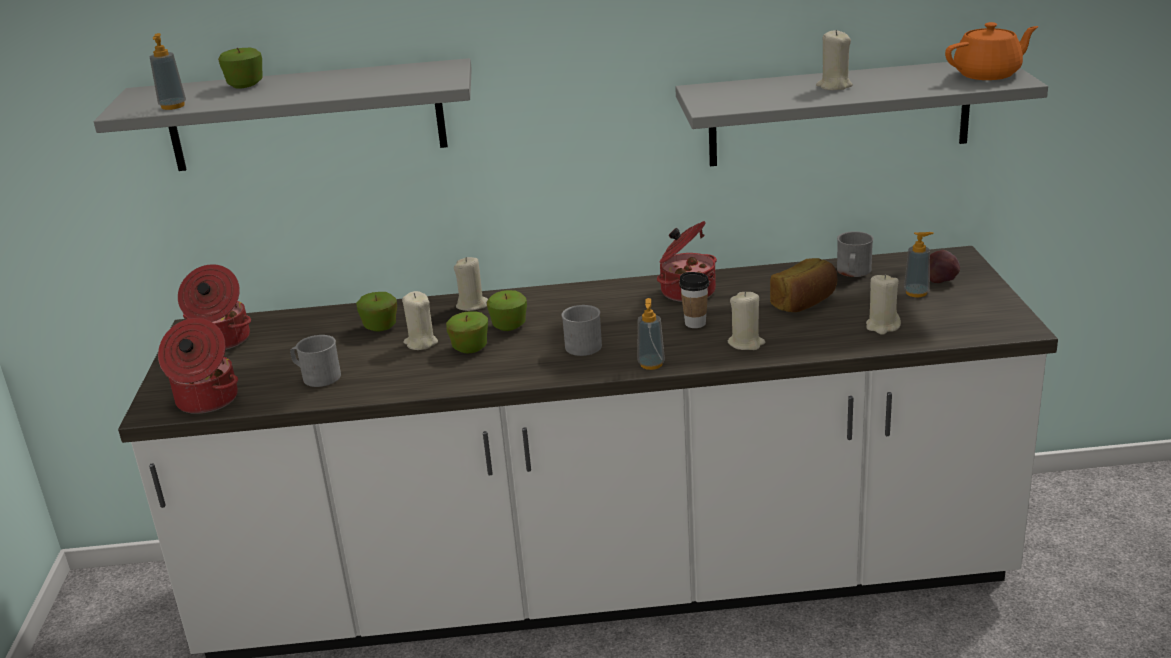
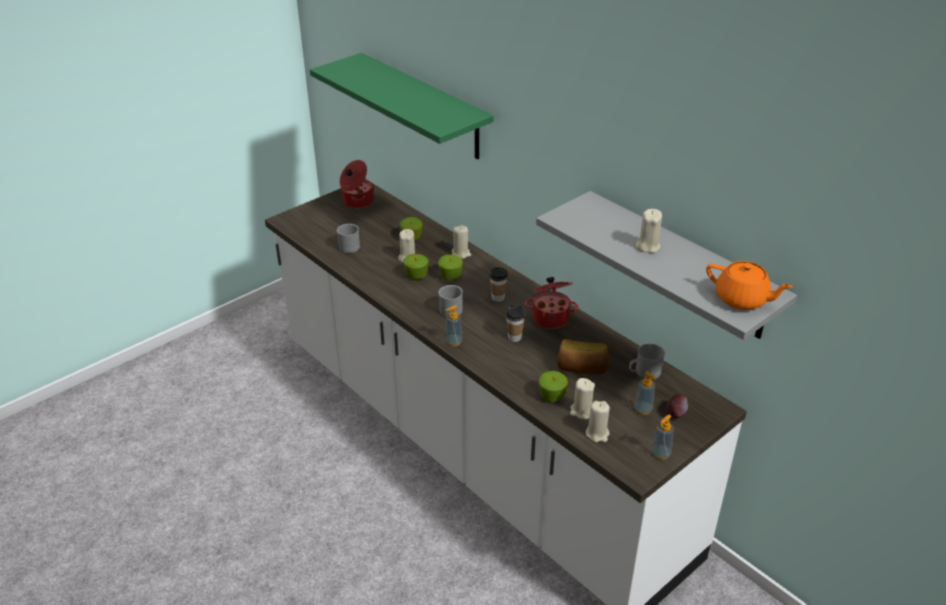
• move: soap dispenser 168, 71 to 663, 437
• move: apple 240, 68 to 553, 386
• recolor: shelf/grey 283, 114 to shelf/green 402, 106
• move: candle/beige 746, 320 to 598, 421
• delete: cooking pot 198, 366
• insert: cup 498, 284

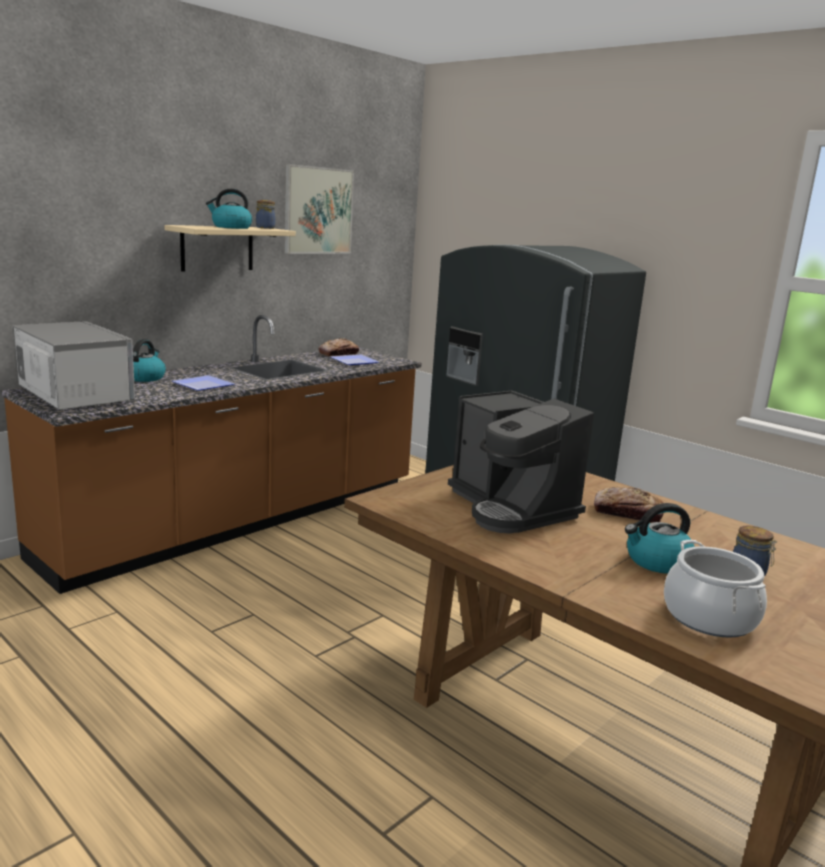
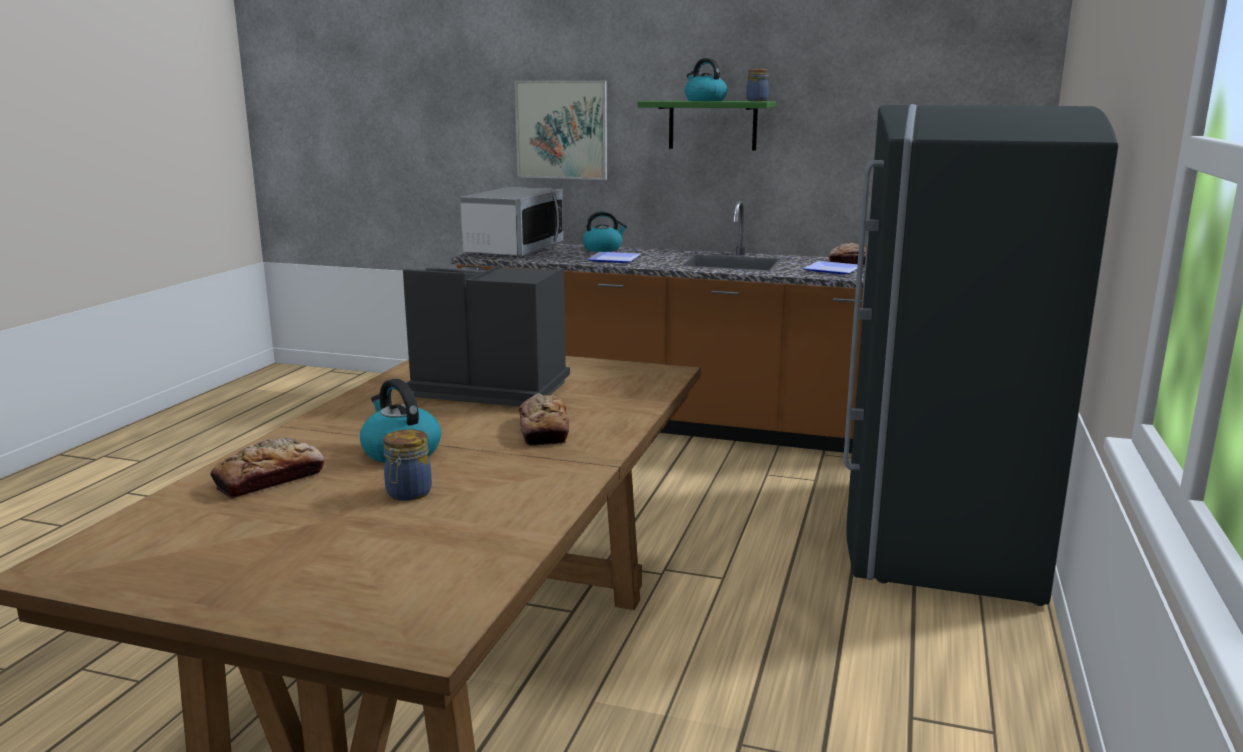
• move: picture 319, 209 to 560, 130
• recolor: shelf/beige 230, 248 to shelf/green 706, 125
• rotate: coffee machine 521, 462 = 486, 336 75 degrees clockwise
• replace: cooking pot 715, 589 to bread 268, 468

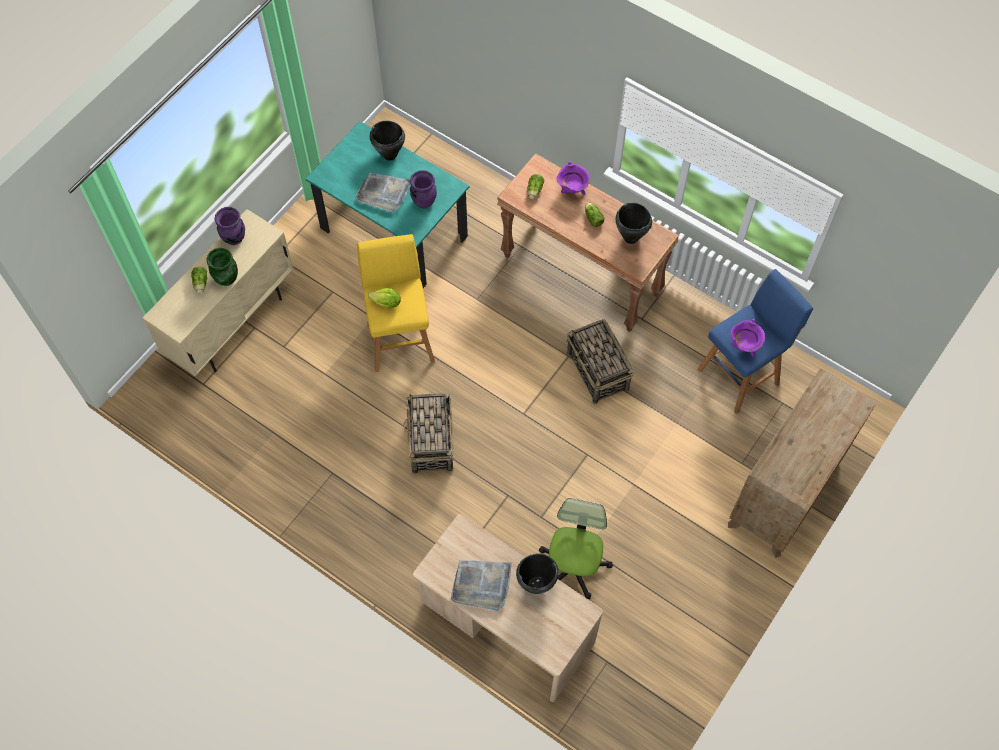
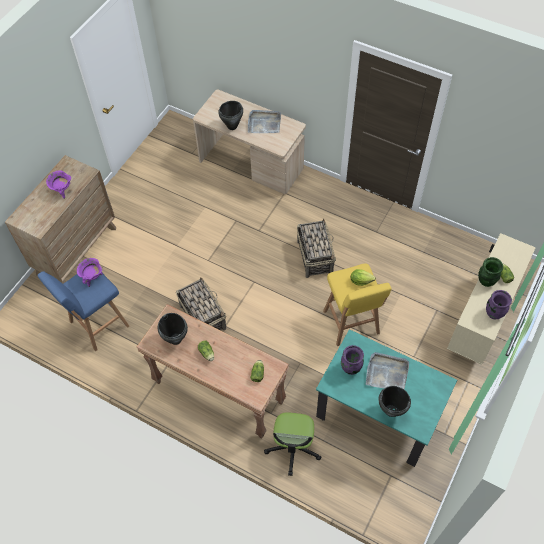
• move: cooking pot/purple 573, 178 to 58, 184
• move: office chair 576, 548 to 292, 444

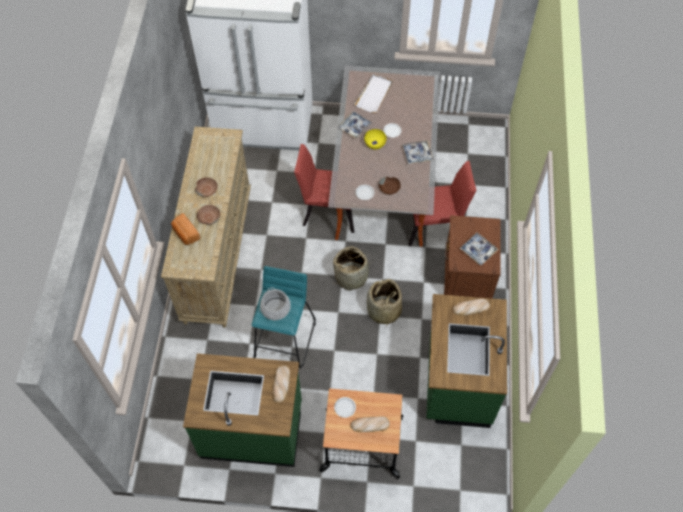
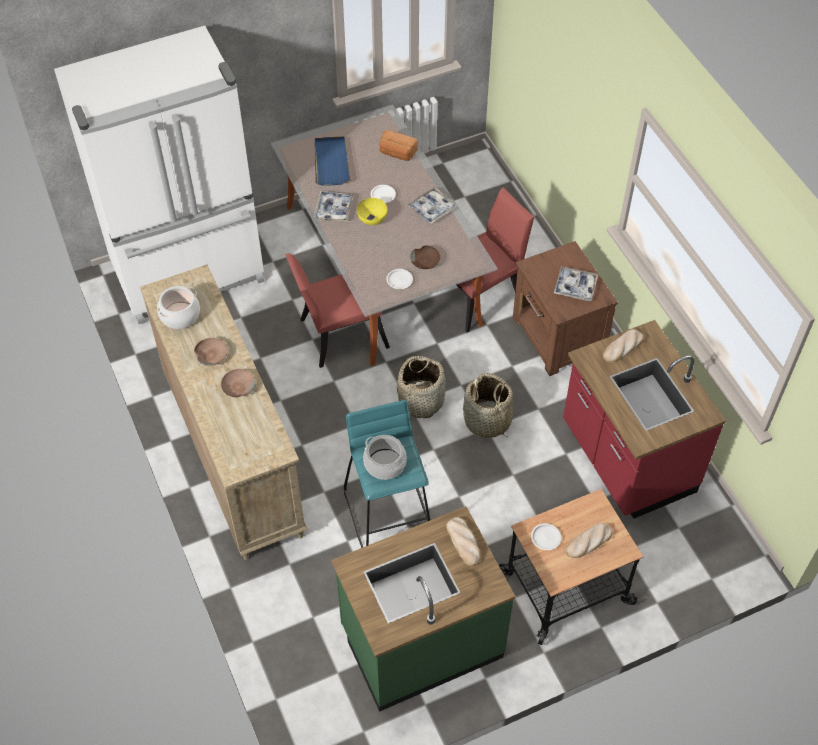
• recolor: tray/white 373, 93 to tray/blue 333, 161
• move: bread 186, 229 to 398, 145
• recolor: counter/green 466, 361 to counter/red 644, 419
• insert: cooking pot 178, 307

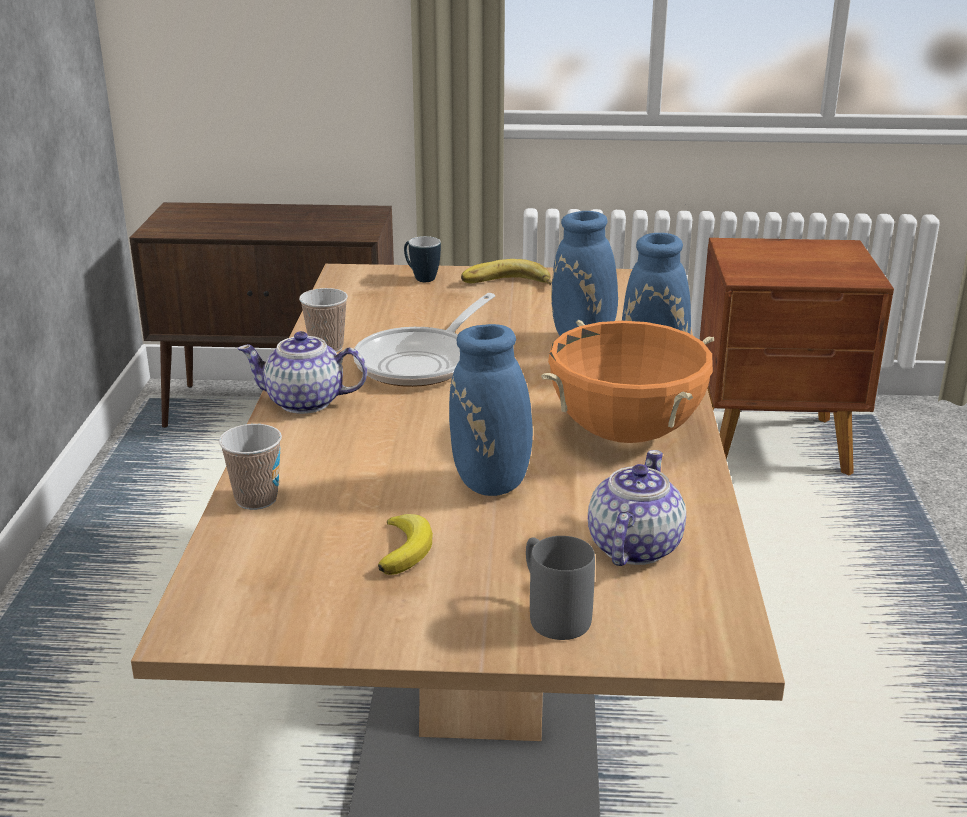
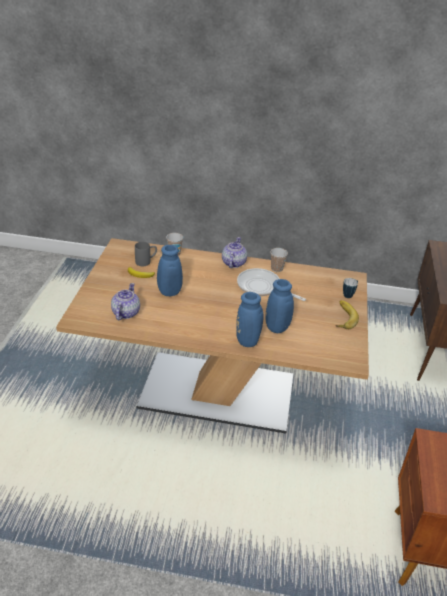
• delete: cooking pot/orange 627, 381
• rotate: teapot 637, 508 = 125, 301 105 degrees counterclockwise
• move: mug/grey 560, 588 to 146, 254

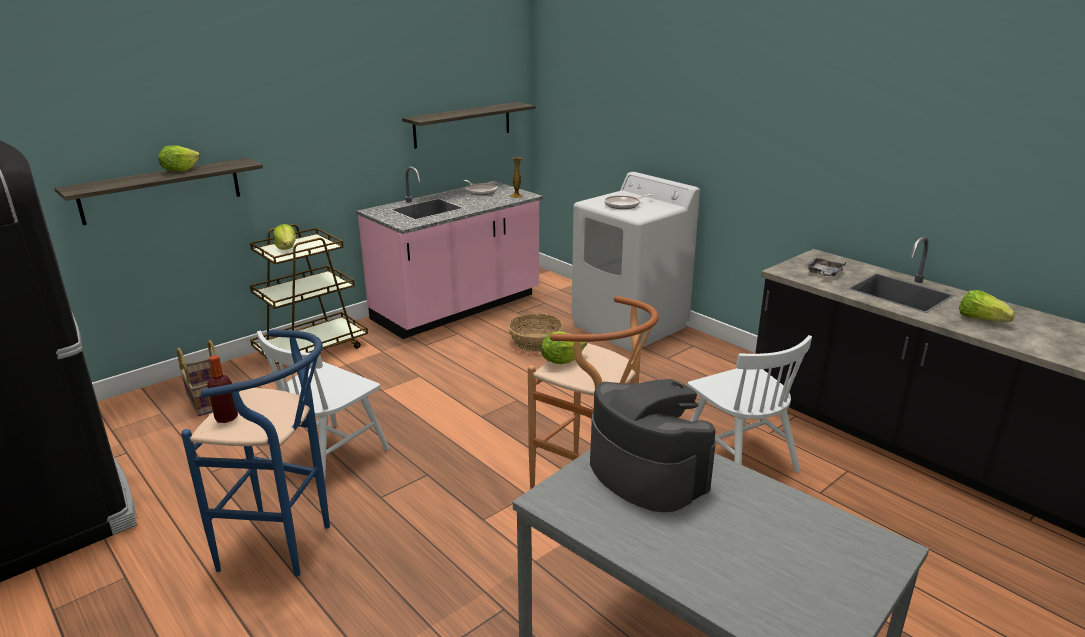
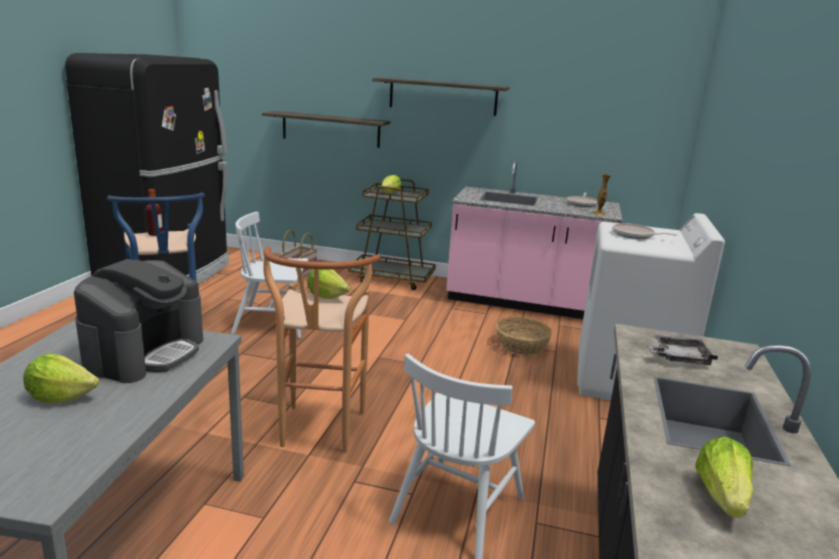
• move: shelf 468, 125 to 441, 96
• move: lettuce 179, 158 to 61, 378

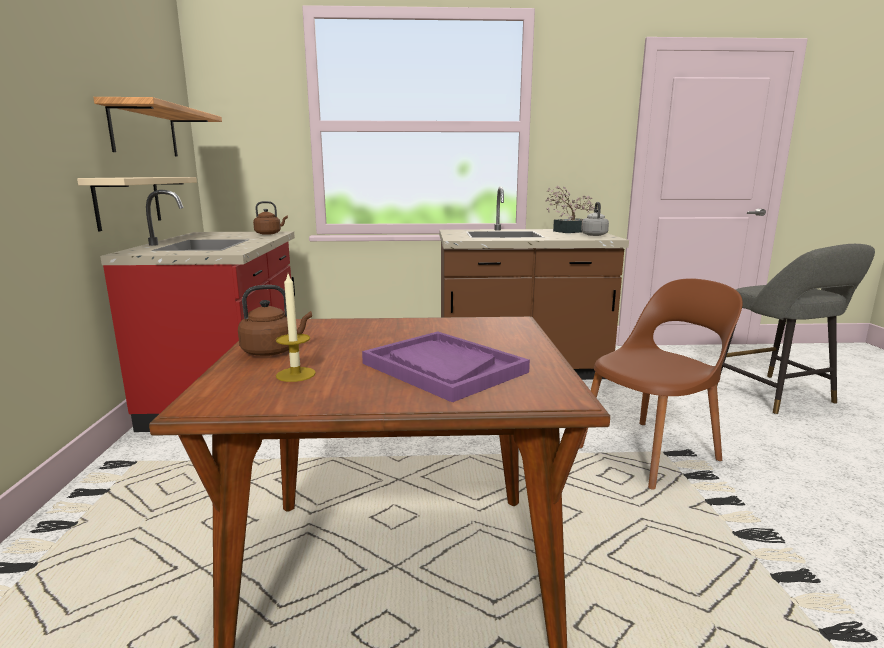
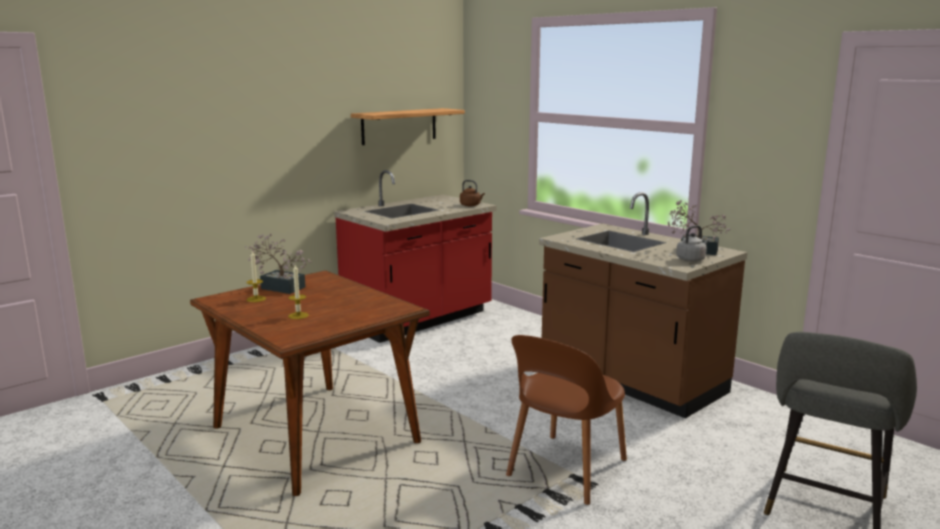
• delete: shelf/beige 137, 204
• rotate: chair/brown 661, 384 = 566, 420 105 degrees clockwise
• replace: kettle/brown 275, 320 to potted plant 278, 264
• replace: tray/purple 446, 366 to candle 298, 292

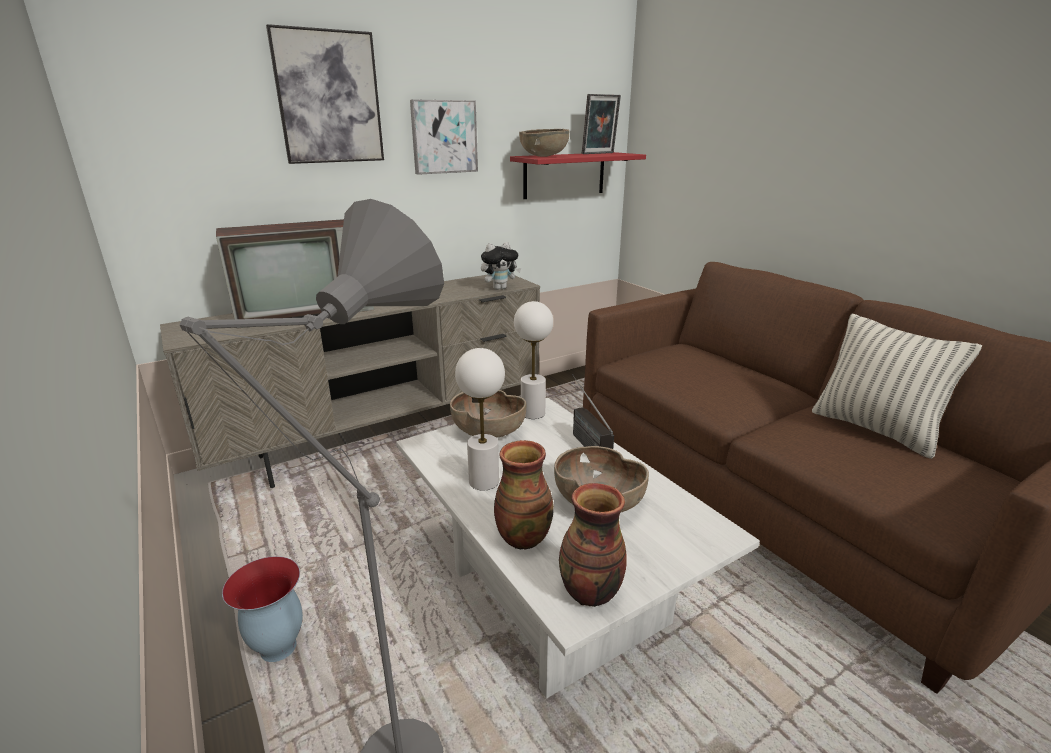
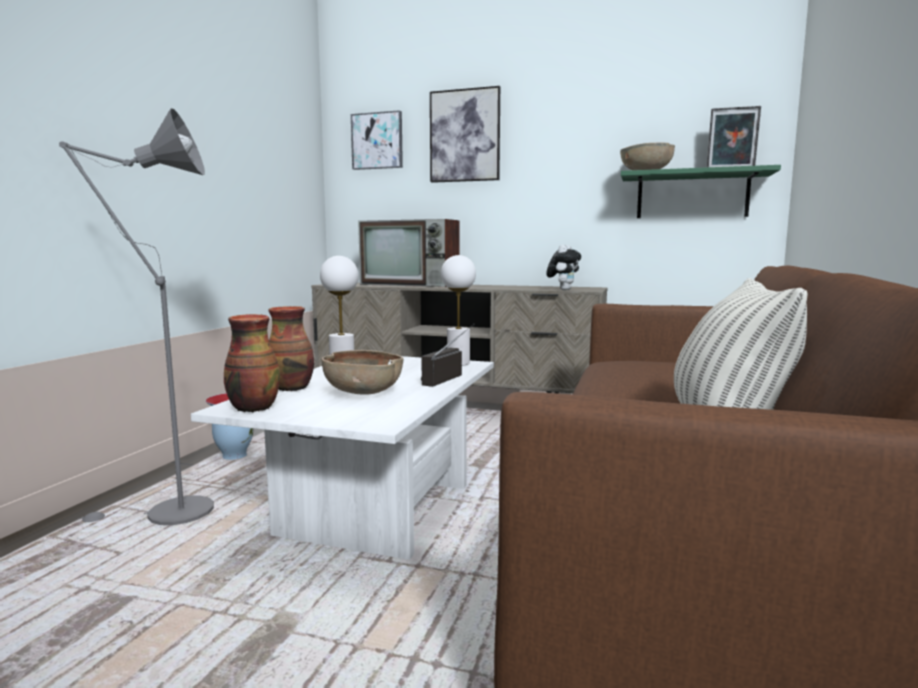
• move: picture 444, 137 to 377, 140
• recolor: shelf/red 578, 175 to shelf/green 701, 191
• rotate: plush toy 501, 266 = 563, 267 90 degrees counterclockwise
• delete: bowl/brown 488, 414

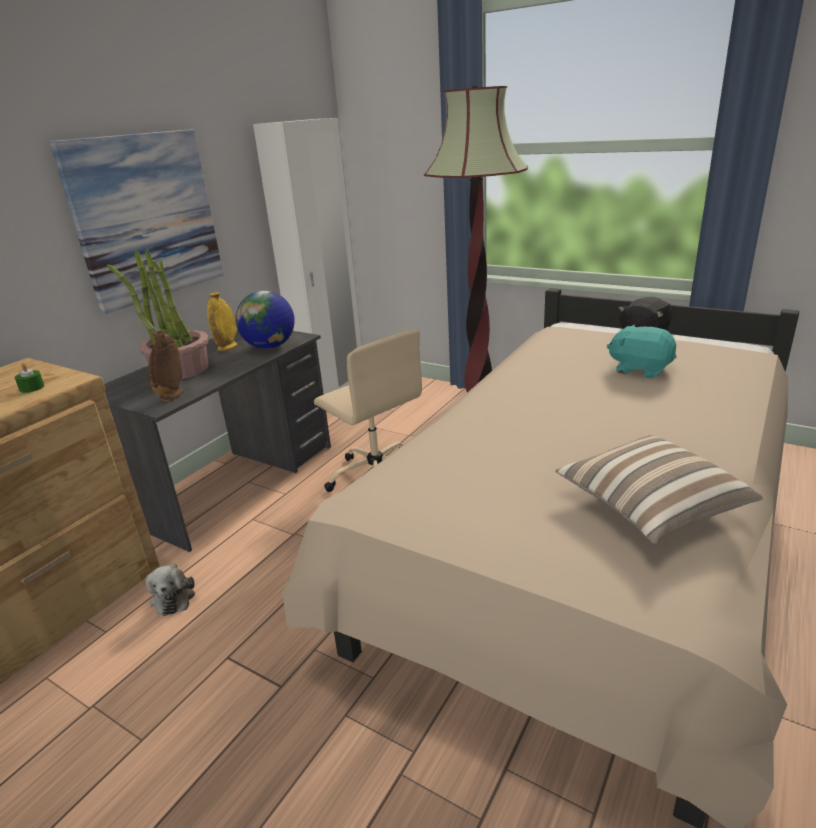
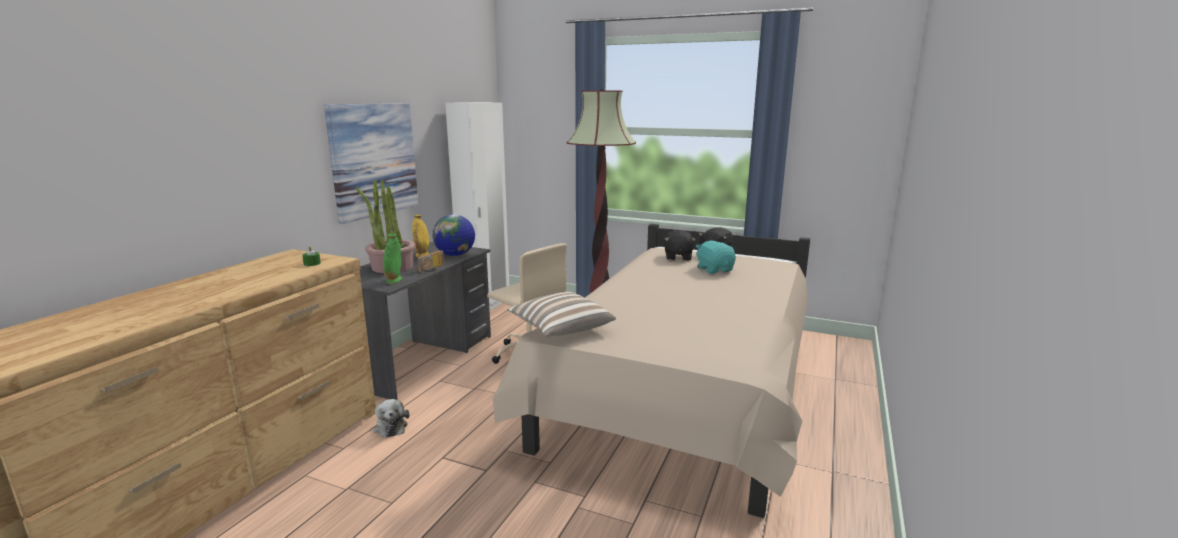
• rotate: plush toy/turquoise 641, 351 = 716, 257 45 degrees clockwise
• recolor: vase/brown 166, 366 to vase/green 393, 259
• move: pillow 659, 489 to 561, 314
• insert: plush toy/black 680, 245
• insert: radio 430, 261

